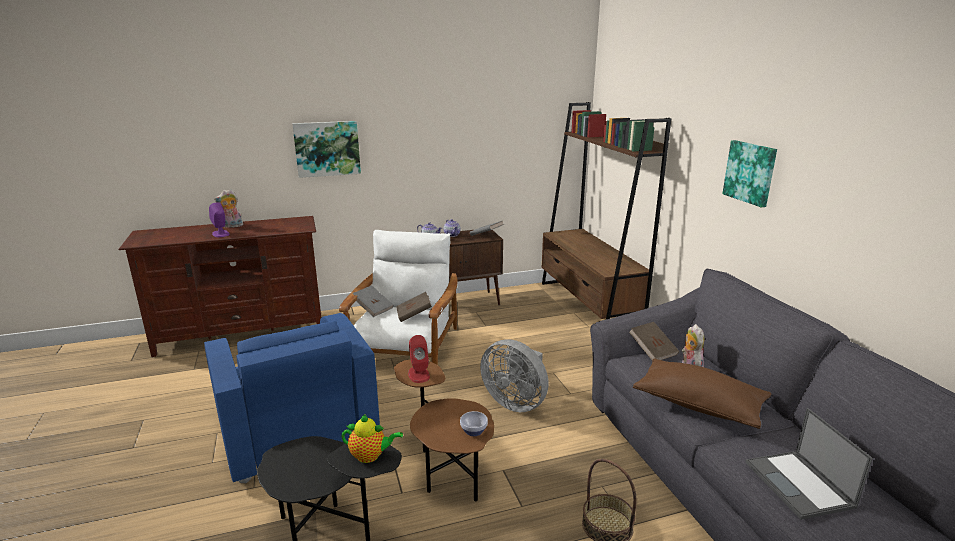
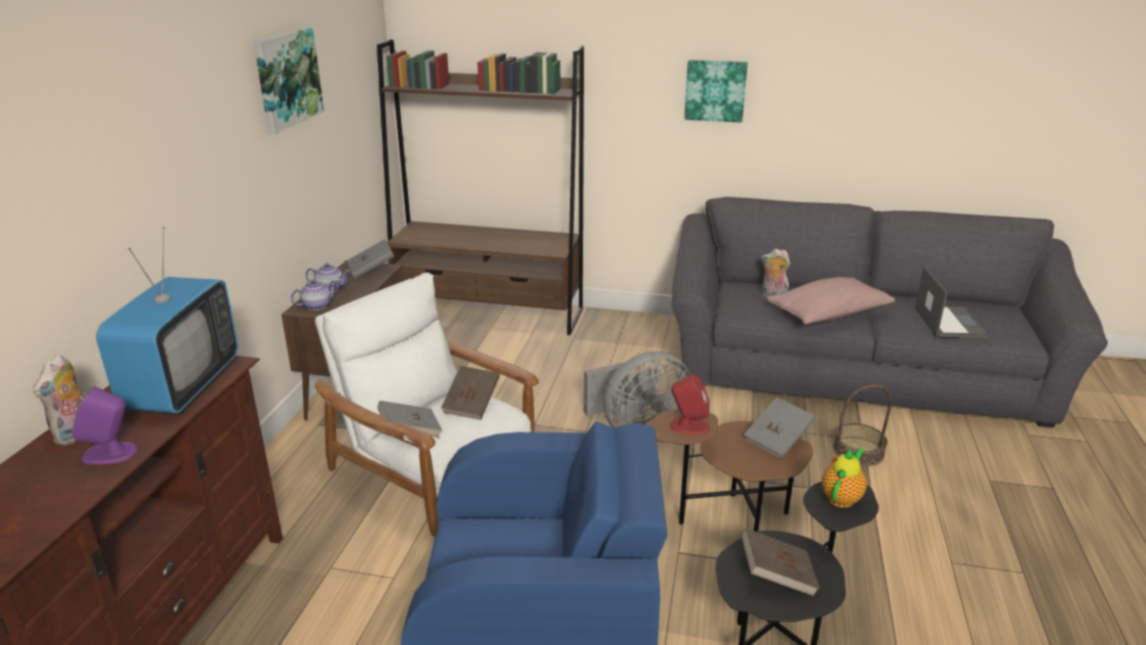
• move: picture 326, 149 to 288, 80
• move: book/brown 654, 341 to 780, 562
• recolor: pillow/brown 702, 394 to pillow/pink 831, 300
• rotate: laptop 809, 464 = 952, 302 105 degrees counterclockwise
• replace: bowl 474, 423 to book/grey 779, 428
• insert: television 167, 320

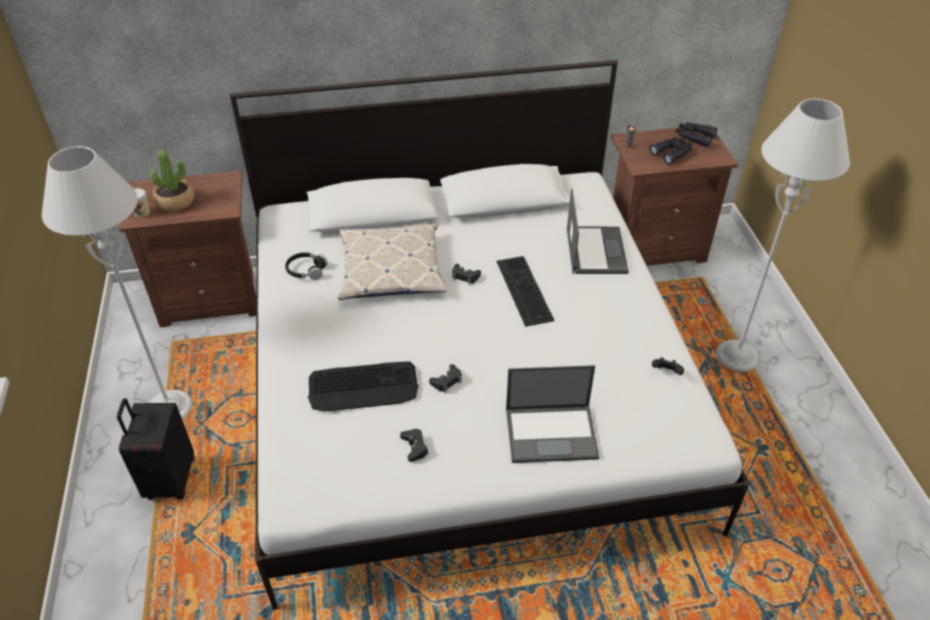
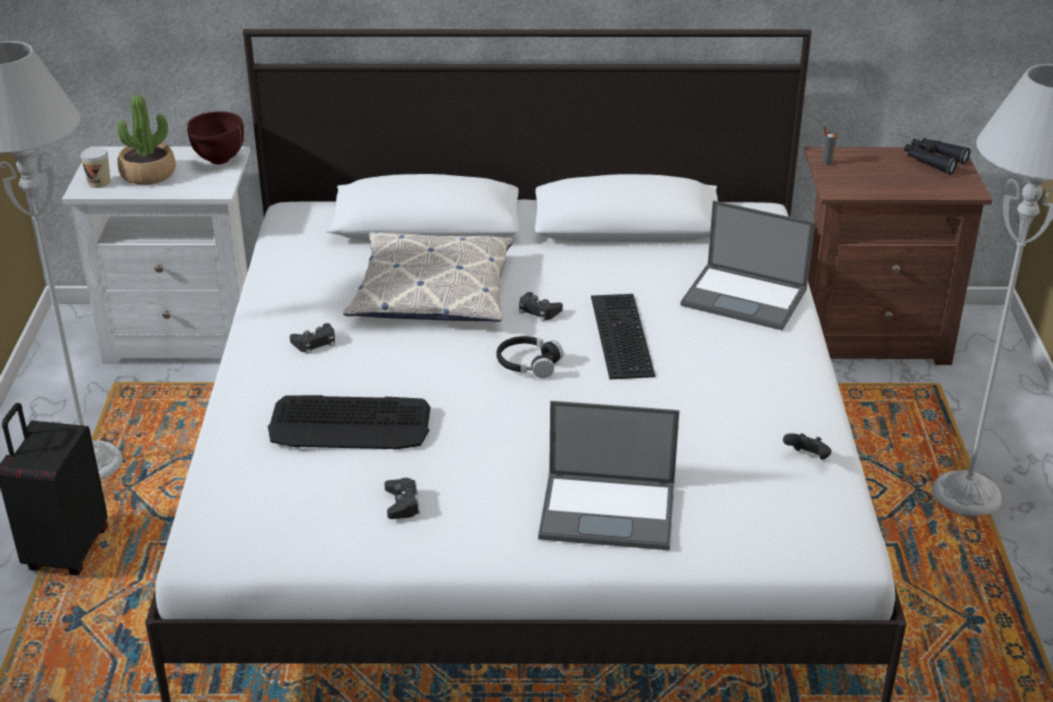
• delete: binoculars/black 670, 151
• recolor: nightstand/brown 187, 249 to nightstand/white 156, 255
• rotate: laptop 598, 231 = 747, 265 105 degrees clockwise
• move: headphones/black 306, 266 to 529, 357
• move: game controller/black 445, 378 to 312, 338
• insert: bowl/brown 215, 138

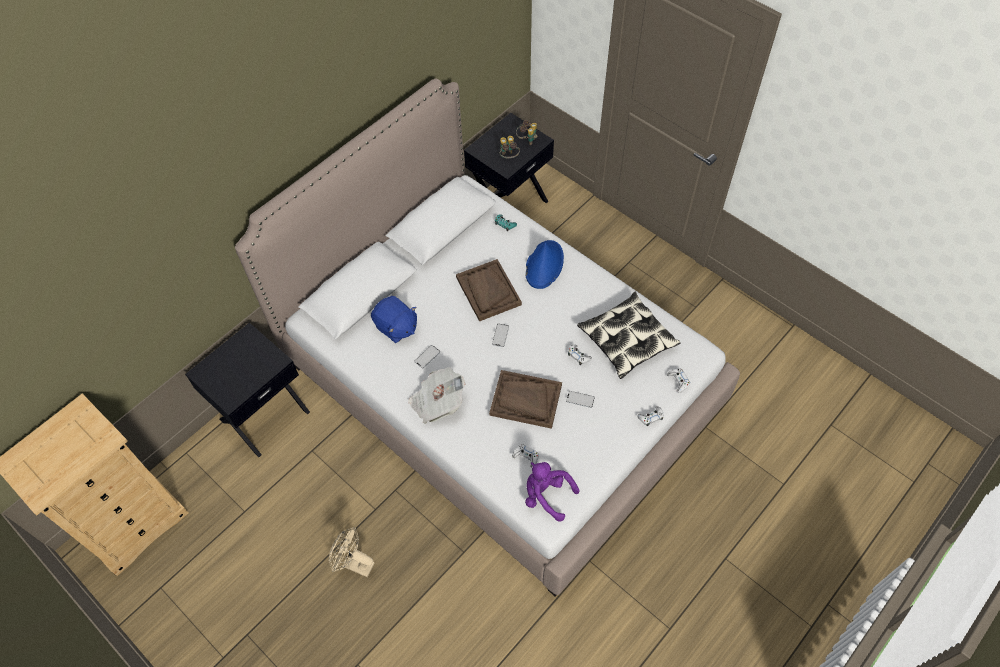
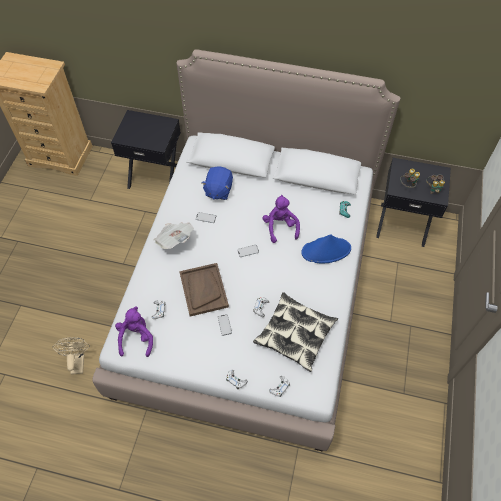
• replace: tray/brown 489, 290 to plush toy/purple 281, 219
• move: fan/beige 352, 552 to 71, 356

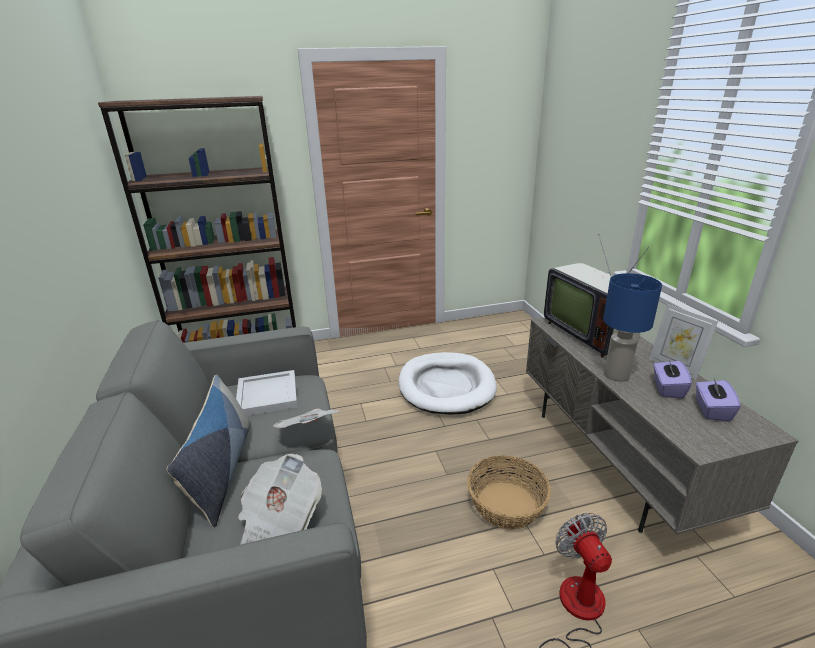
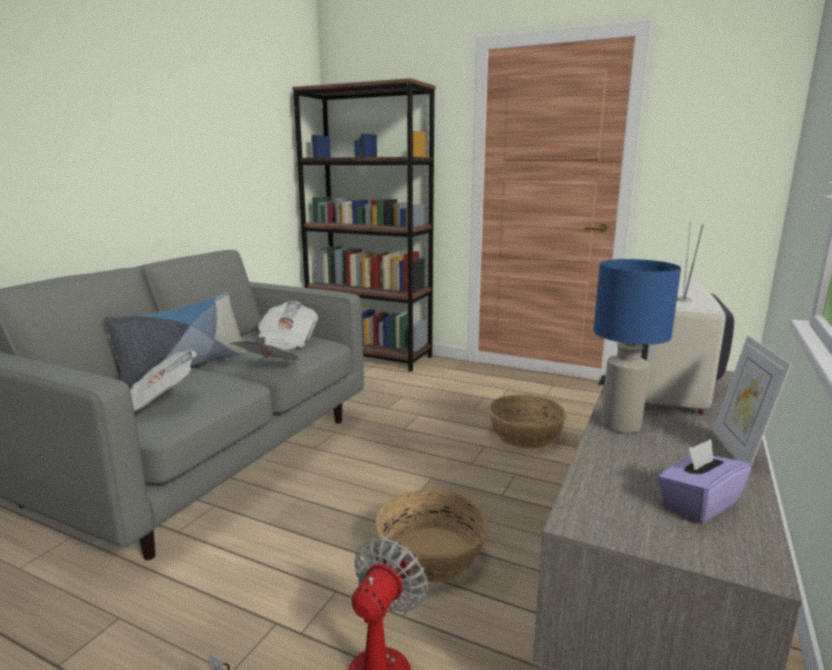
• replace: dog bed/white 447, 383 to basket 527, 422
• delete: tissue box/purple 672, 379
• replace: tray/white 267, 393 to newspaper 288, 325

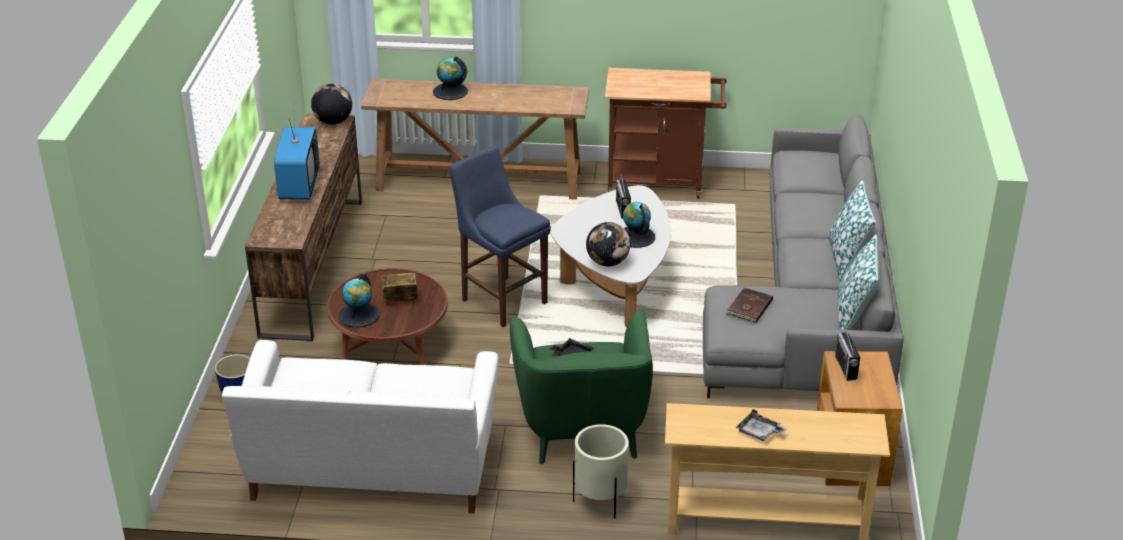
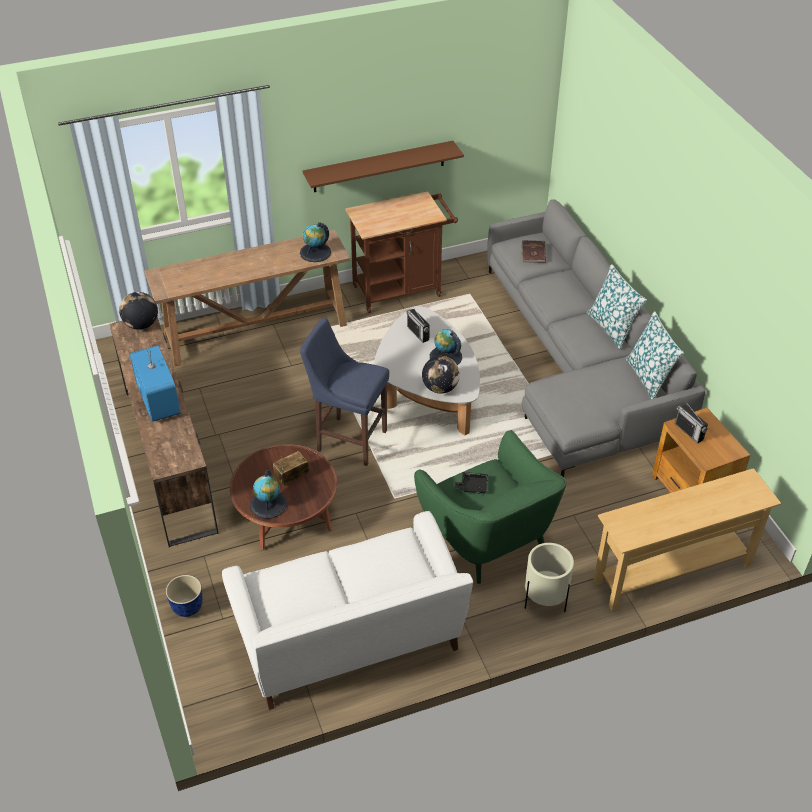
• move: globe 450, 78 to 315, 242
• move: book/brown 749, 305 to 533, 251
• delete: tray/grey 761, 425
• insert: shelf/brown 383, 166

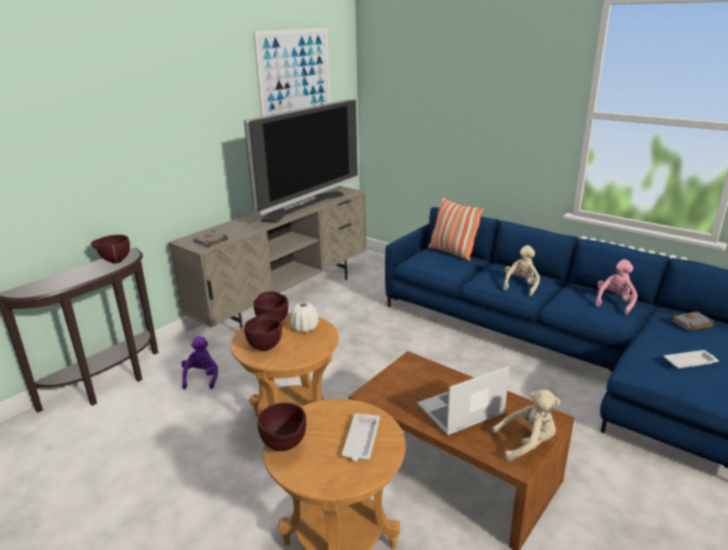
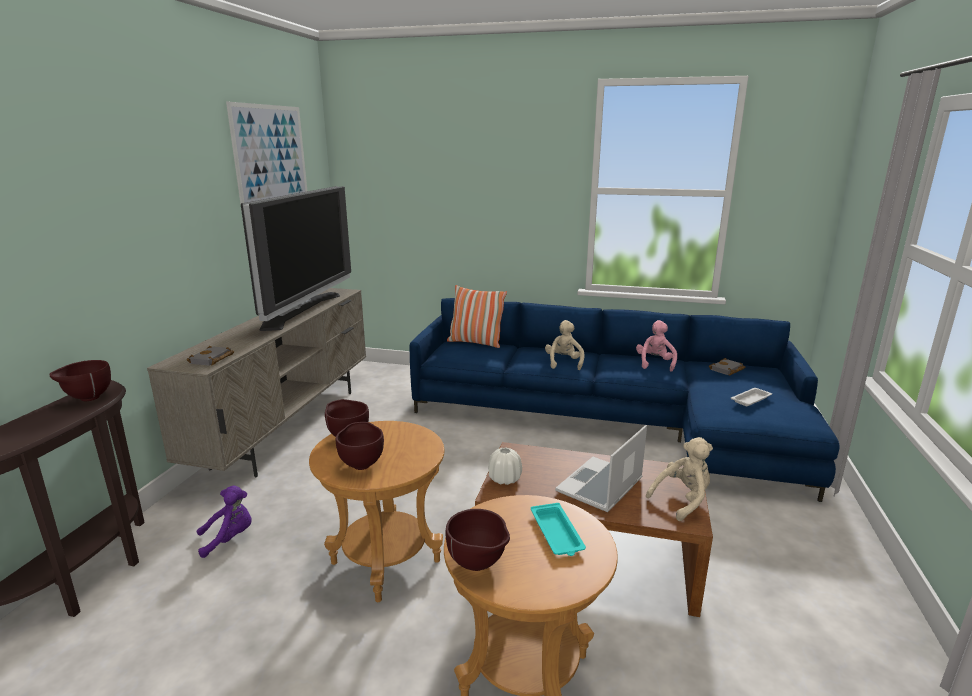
• move: vase/white 304, 317 to 505, 466
• rotate: plush toy/purple 199, 362 = 224, 521 90 degrees clockwise
• recolor: tray/white 361, 437 to tray/turquoise 558, 529

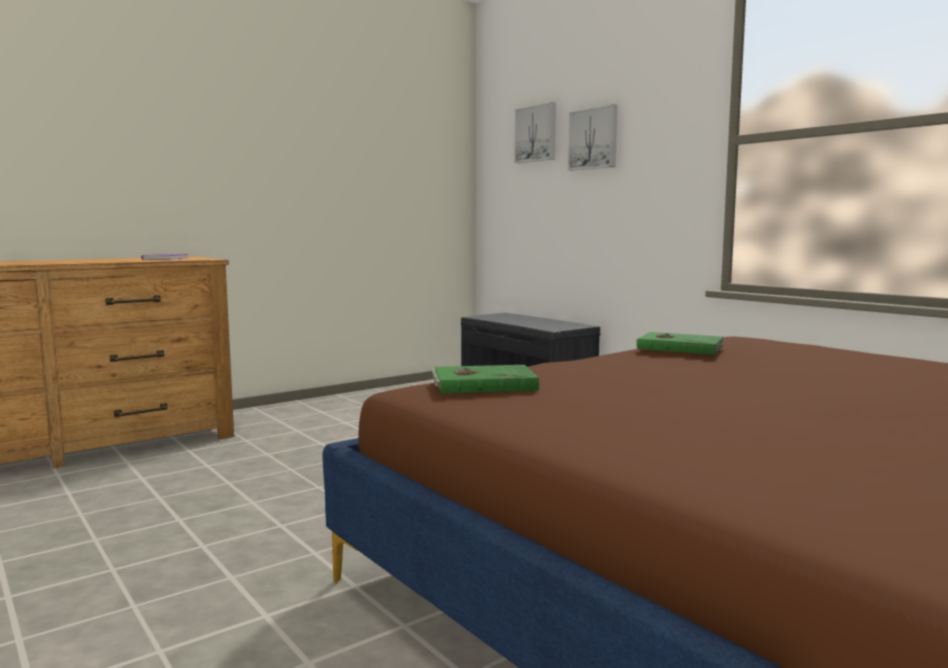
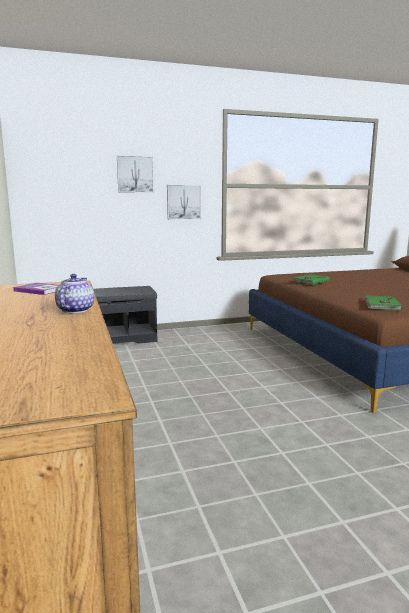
• move: picture 535, 132 to 184, 202
• insert: teapot 74, 293

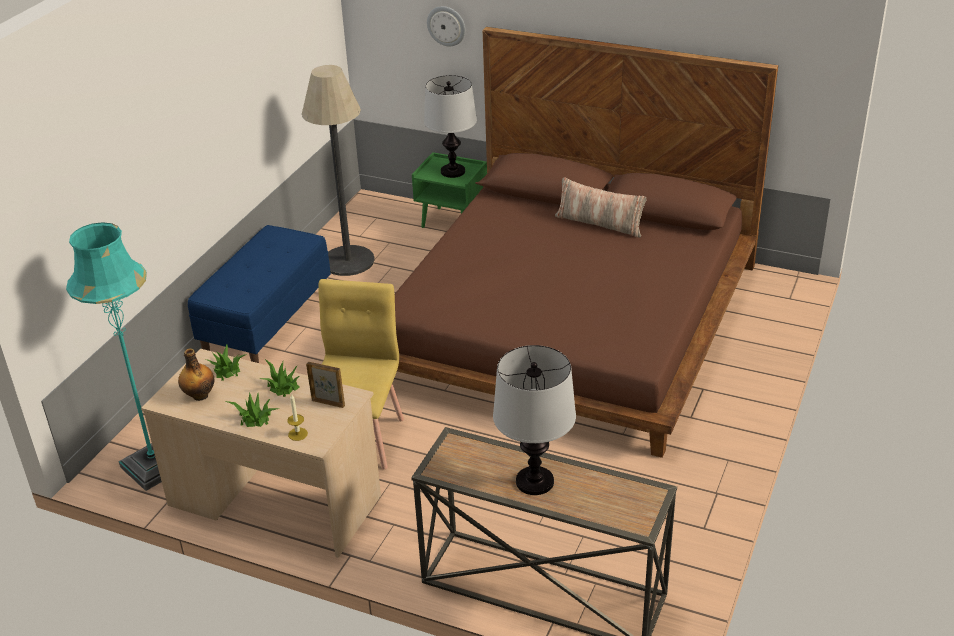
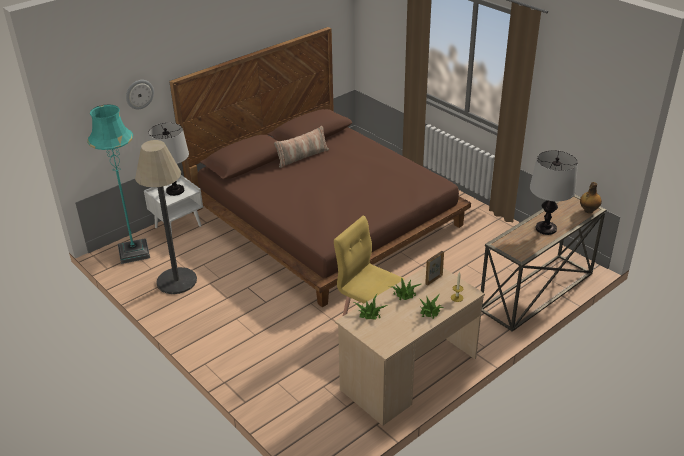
• recolor: nightstand/green 449, 190 to nightstand/white 173, 204
• move: floor lamp/turquoise 114, 356 to 118, 184
• delete: bench/blue 259, 294
• move: bottle 196, 375 to 591, 197

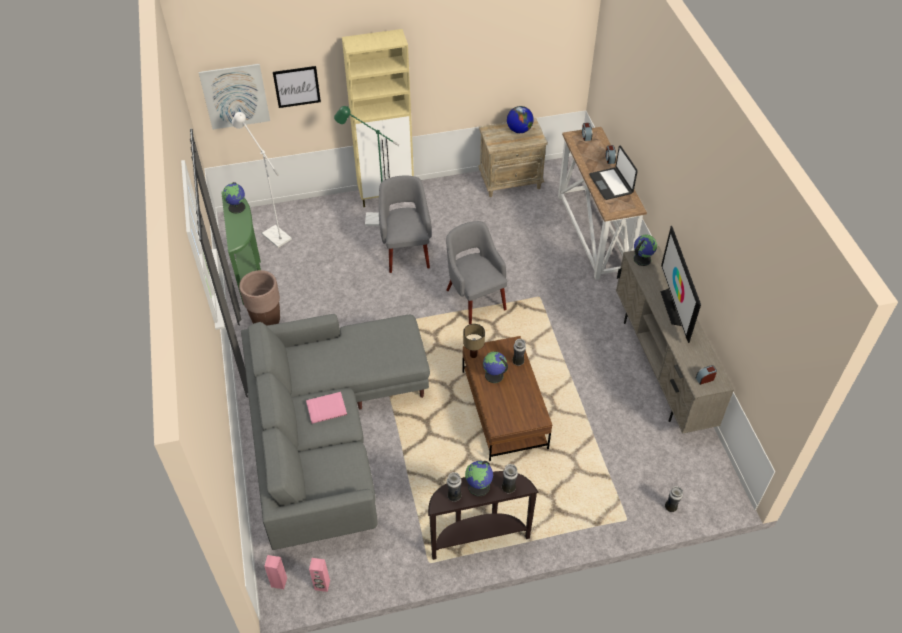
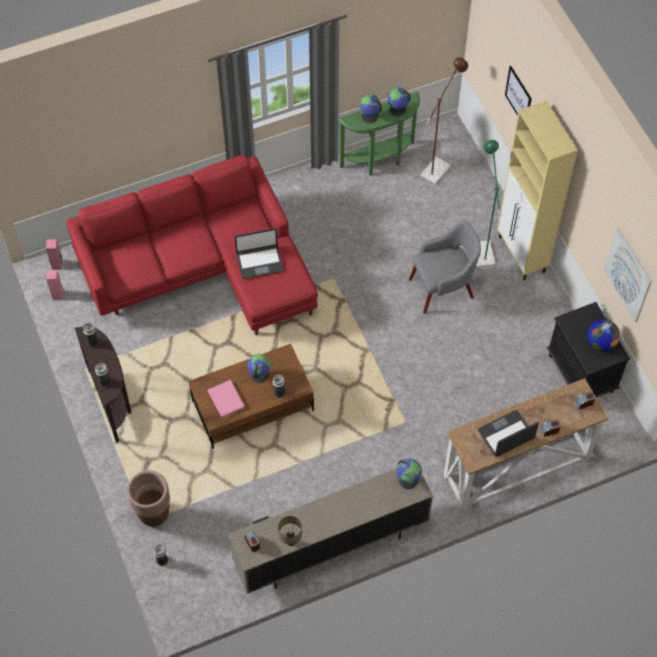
• move: picture 234, 96 to 628, 275
• recolor: floor lamp/white 262, 180 to floor lamp/brown 444, 120
• recolor: nightstand/beige 513, 157 to nightstand/black 588, 349
• delete: armchair/grey 476, 272
• delete: television 681, 284
• move: planter/brown 259, 298 to 148, 498
• recolor: sofa/grey 335, 432 to sofa/red 192, 245
• move: table lamp 474, 341 to 290, 531
• move: book/pink 326, 408 to 226, 399
• move: globe 479, 478 to 370, 108
• insert: laptop 259, 253

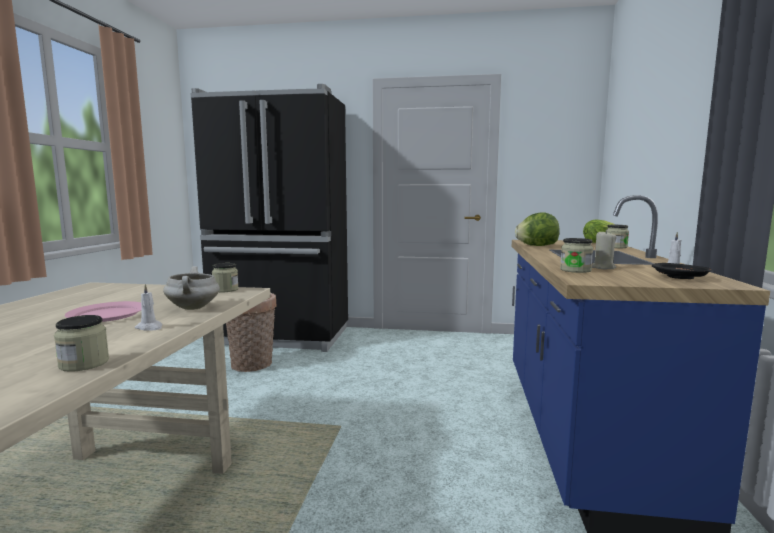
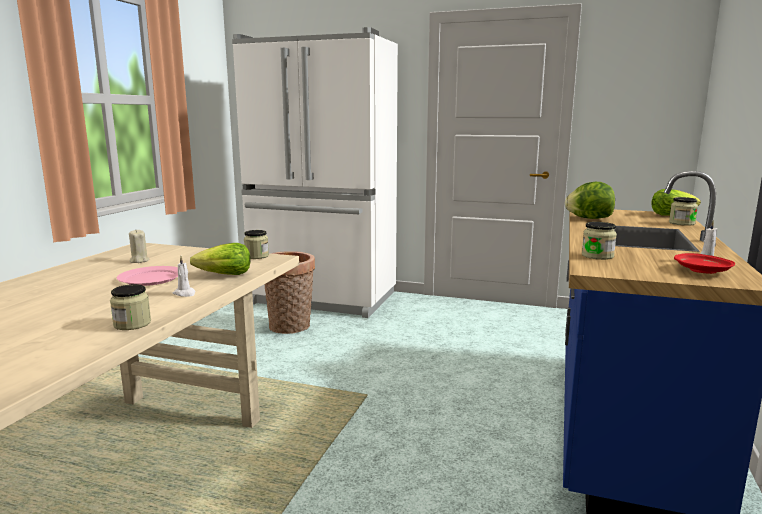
• recolor: fridge/black 269, 218 to fridge/white 315, 172
• move: candle/beige 604, 249 to 139, 246
• recolor: plate/black 682, 271 to plate/red 704, 263
• replace: cooking pot/white 191, 288 to lettuce 220, 259

